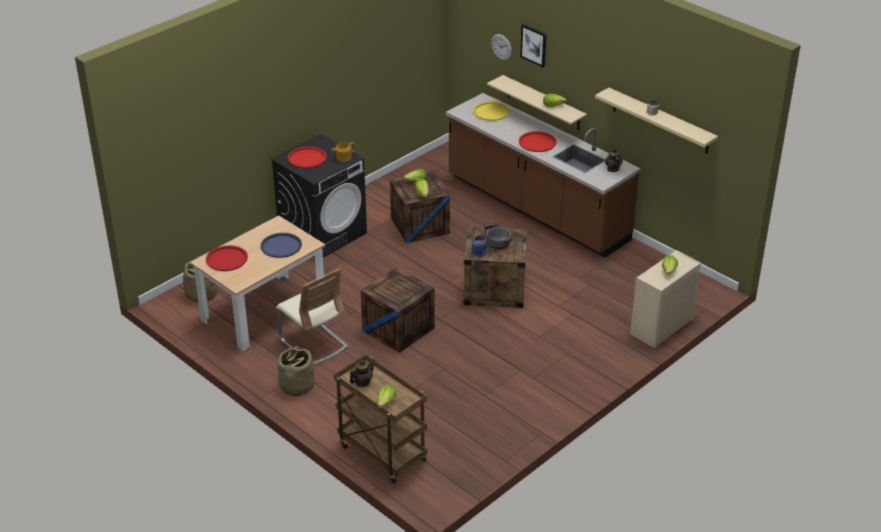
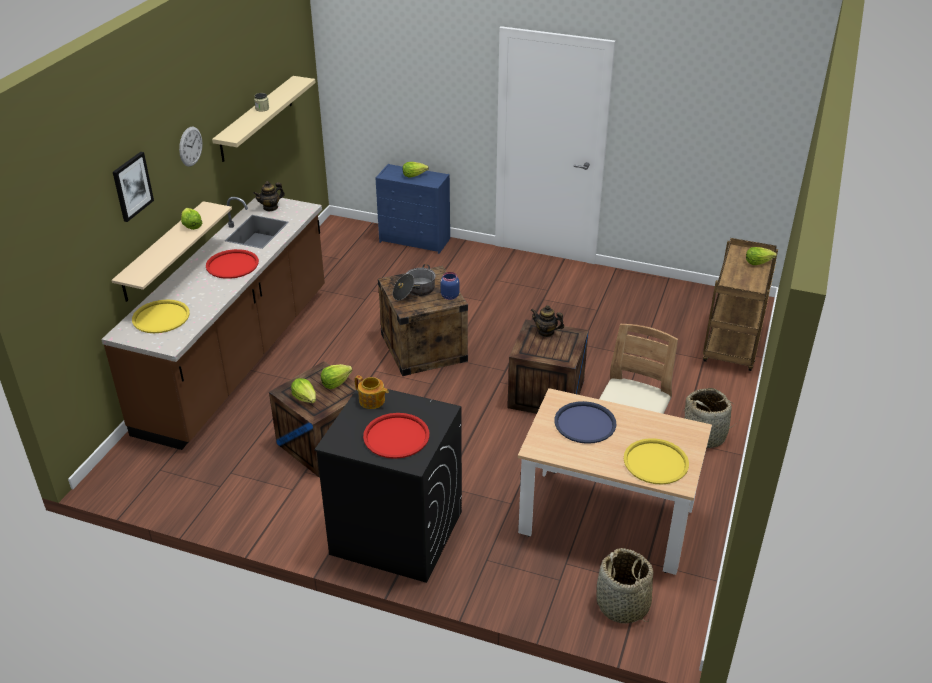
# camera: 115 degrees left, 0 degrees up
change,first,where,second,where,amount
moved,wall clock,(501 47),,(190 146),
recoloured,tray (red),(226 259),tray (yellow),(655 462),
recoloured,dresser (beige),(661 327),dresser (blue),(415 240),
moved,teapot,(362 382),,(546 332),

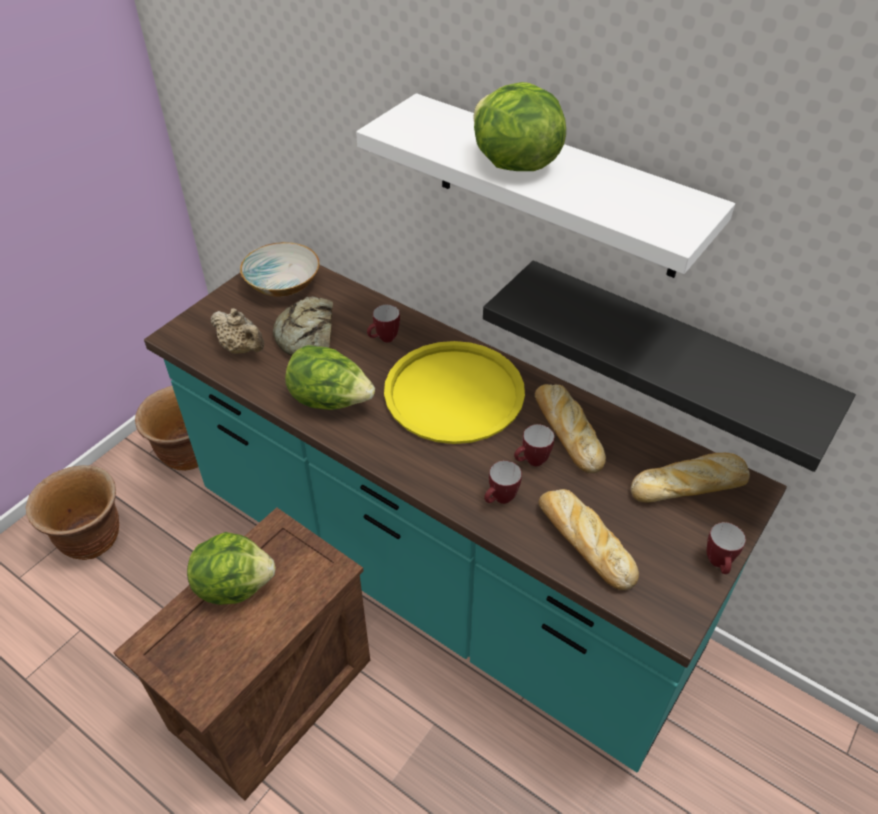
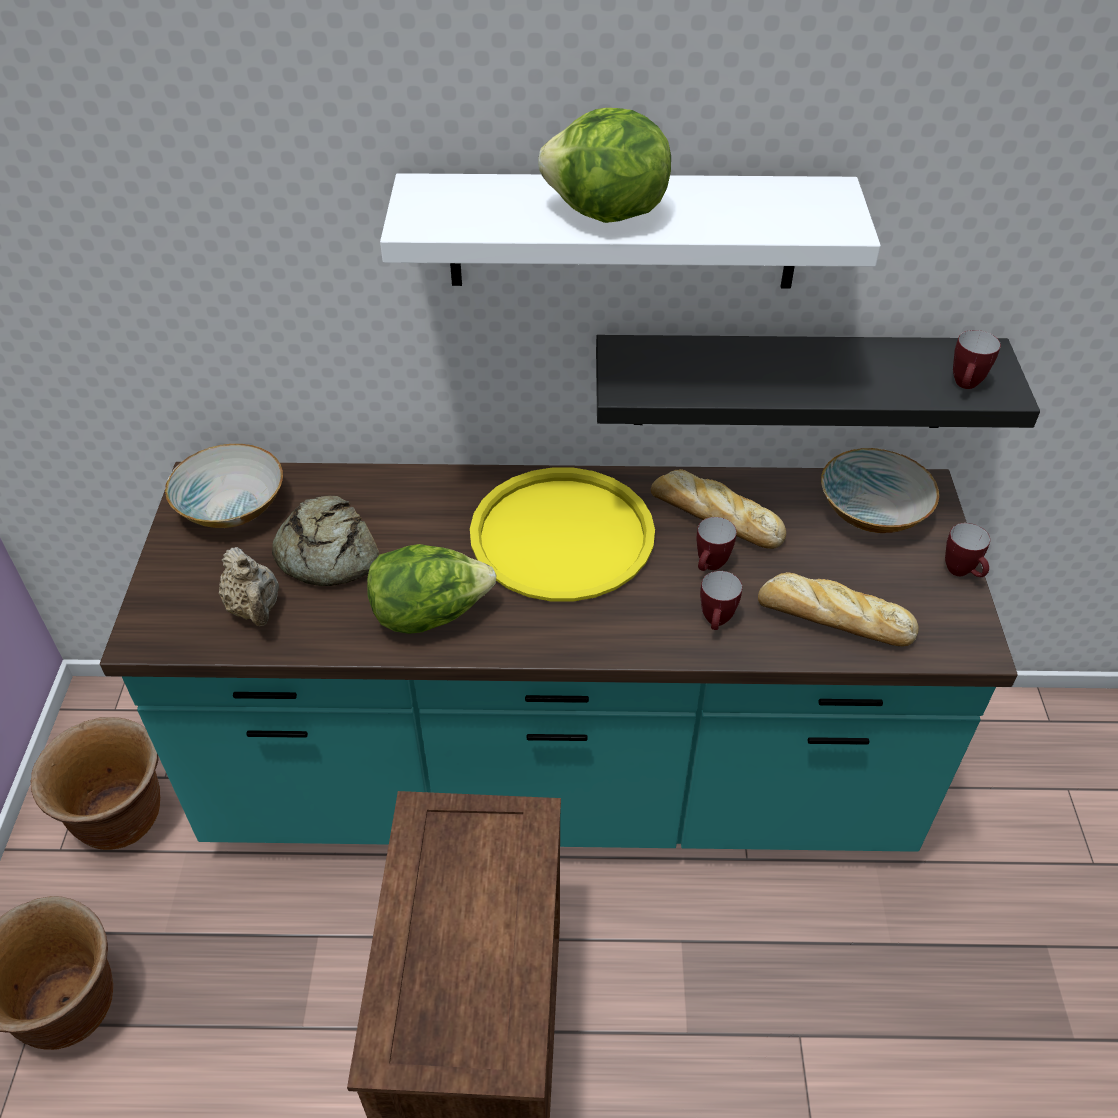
# camera: 35 degrees left, 0 degrees up
change,first,where,second,where,amount
moved,mug,(384 339),,(965 386),
turned,teapot (beige),(242 349),,(255 609),60 degrees clockwise
replaced,bread,(691 485),bowl,(872 511),
removed,lettuce,(234 585),,,

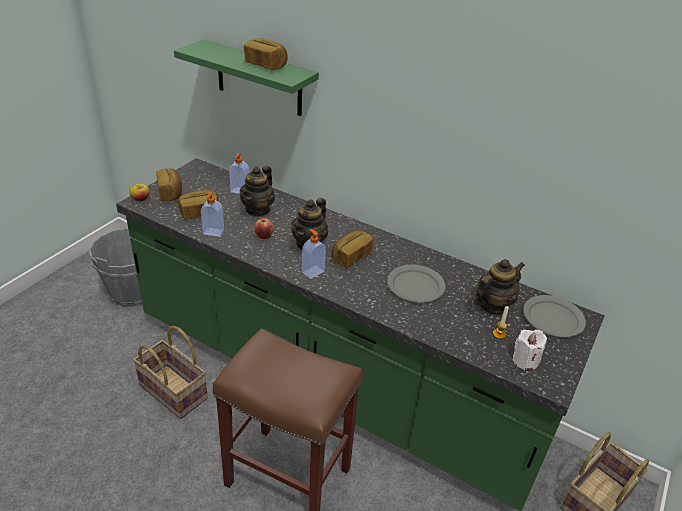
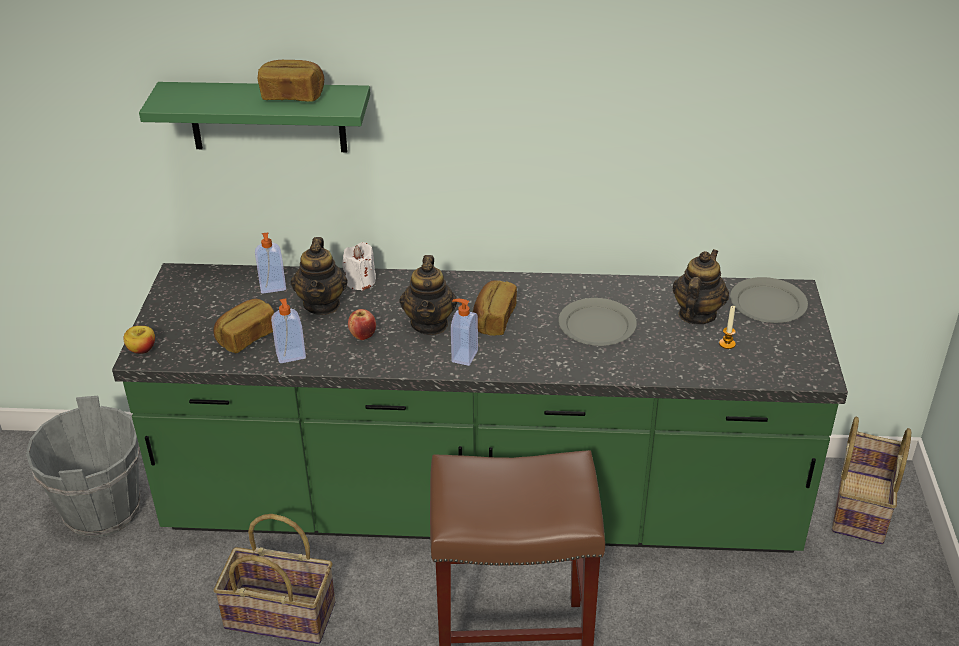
# camera: 25 degrees left, 0 degrees up
change,first,where,second,where,amount
removed,bread,(170 193),,,
moved,candle (white),(525 360),,(360 282),

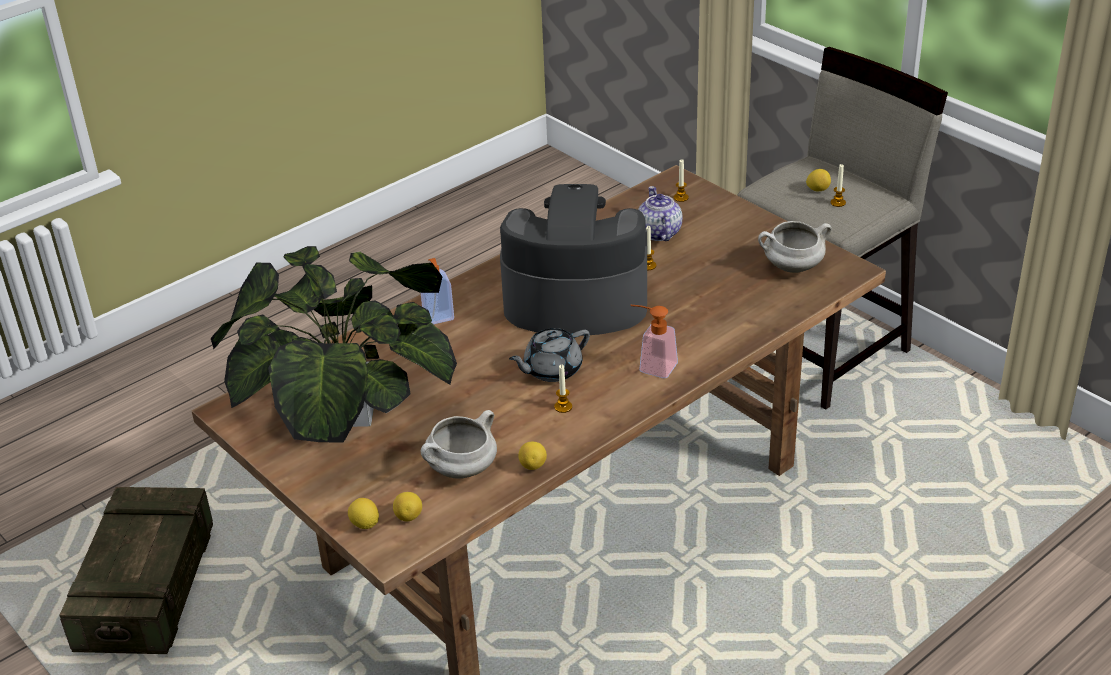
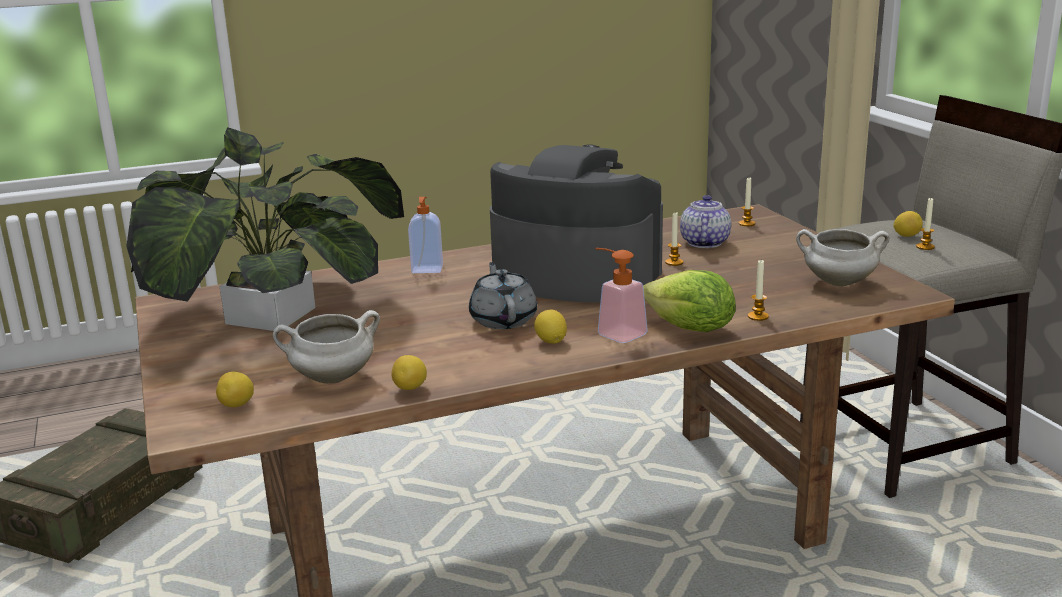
# camera: 20 degrees right, 15 degrees down
change,first,where,second,where,amount
turned,teapot (grey),(551 370),,(503 319),90 degrees clockwise
moved,candle,(563 407),,(758 316),
moved,lemon,(365 524),,(551 341),
added,,,lettuce,(691 329),

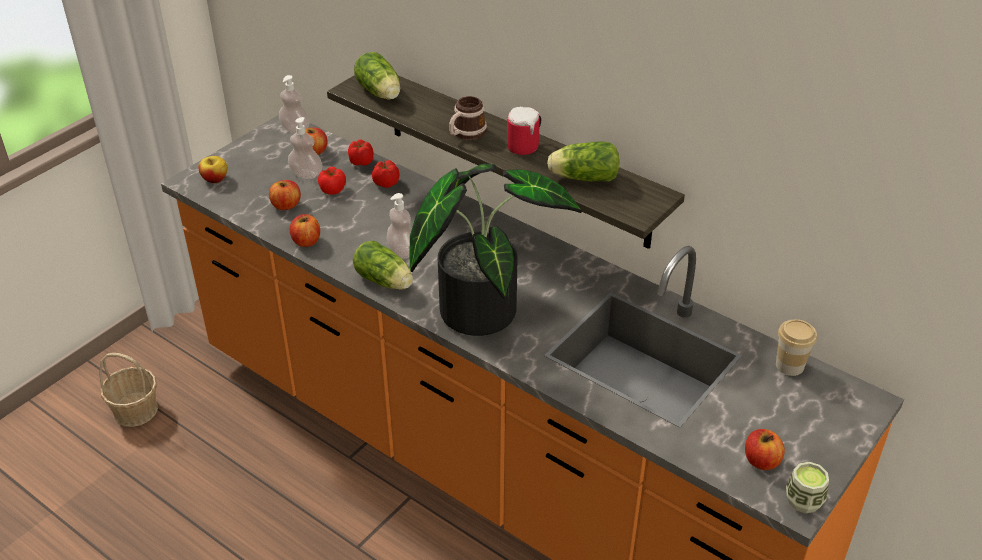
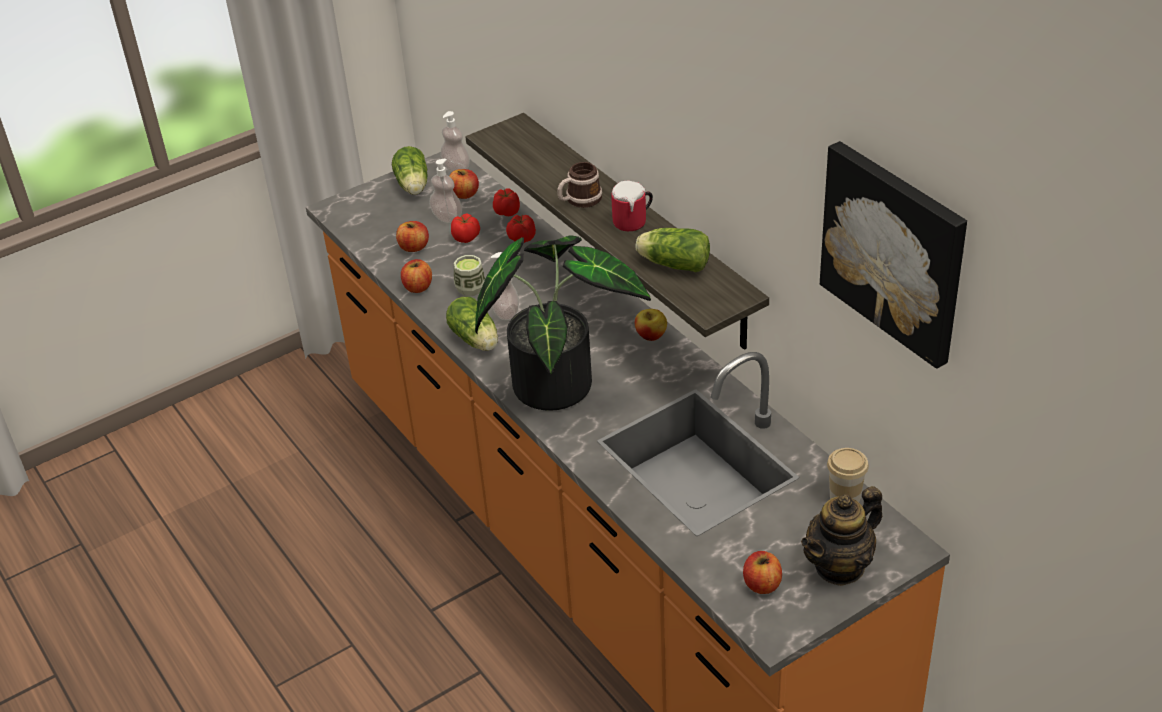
# camera: 20 degrees right, 0 degrees up
change,first,where,second,where,amount
moved,lettuce,(380 93),,(413 186),
moved,apple,(215 179),,(651 335),
removed,basket,(135 410),,,
moved,cup,(803 501),,(470 288),
added,,,picture,(895 251),
added,,,teapot,(840 566),

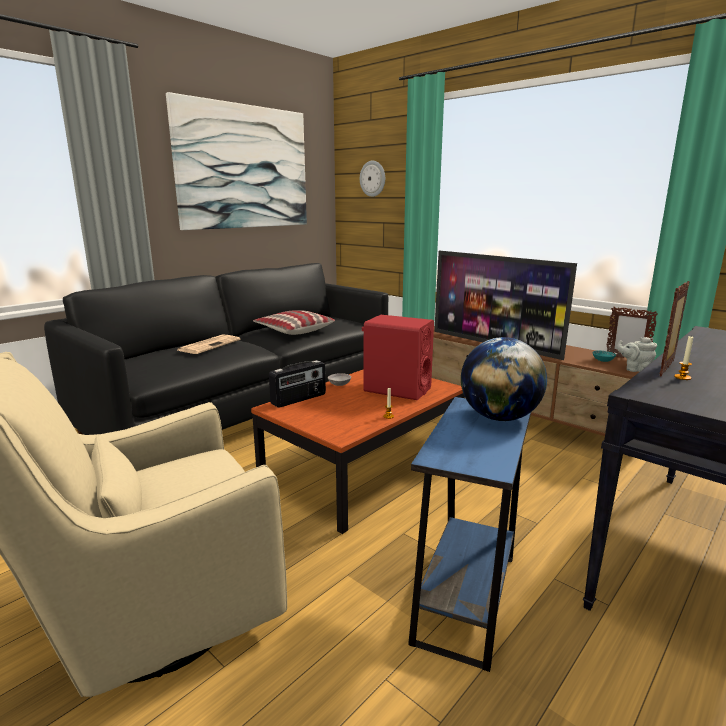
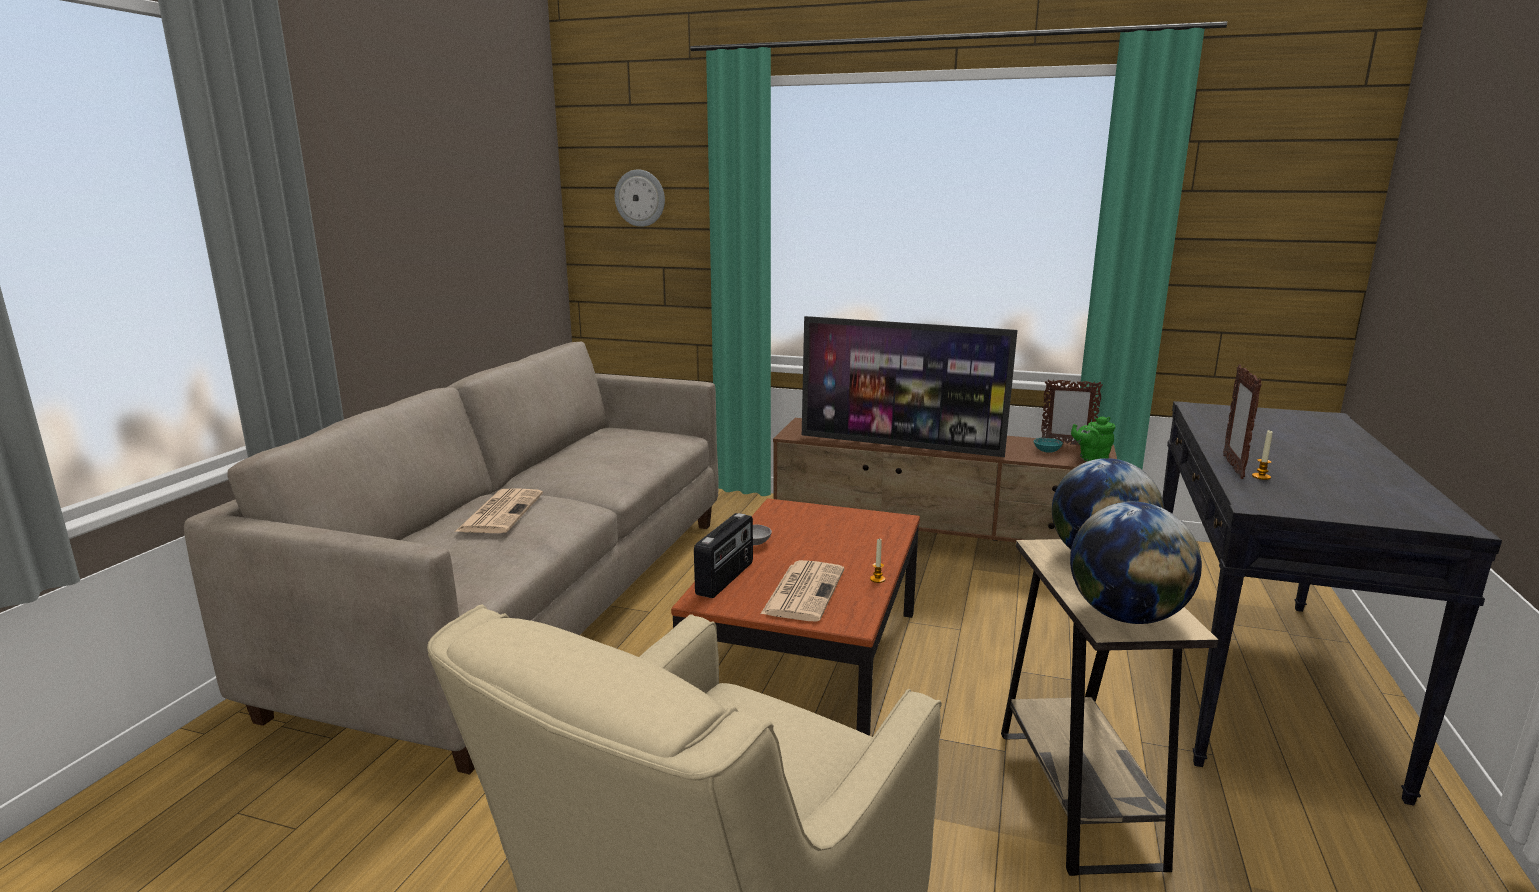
# camera: 25 degrees left, 0 degrees up
change,first,where,second,where,amount
removed,picture,(244 167),,,
recoloured,sofa (black),(247 406),sofa (beige),(531 603),
removed,pillow,(294 330),,,
removed,speaker (red),(397 389),,,
recoloured,teapot (grey),(635 369),teapot (green),(1091 458),
recoloured,side table (blue),(466 597),side table (beige),(1077 796),
added,,,globe,(1126 616),
added,,,newspaper,(803 591),

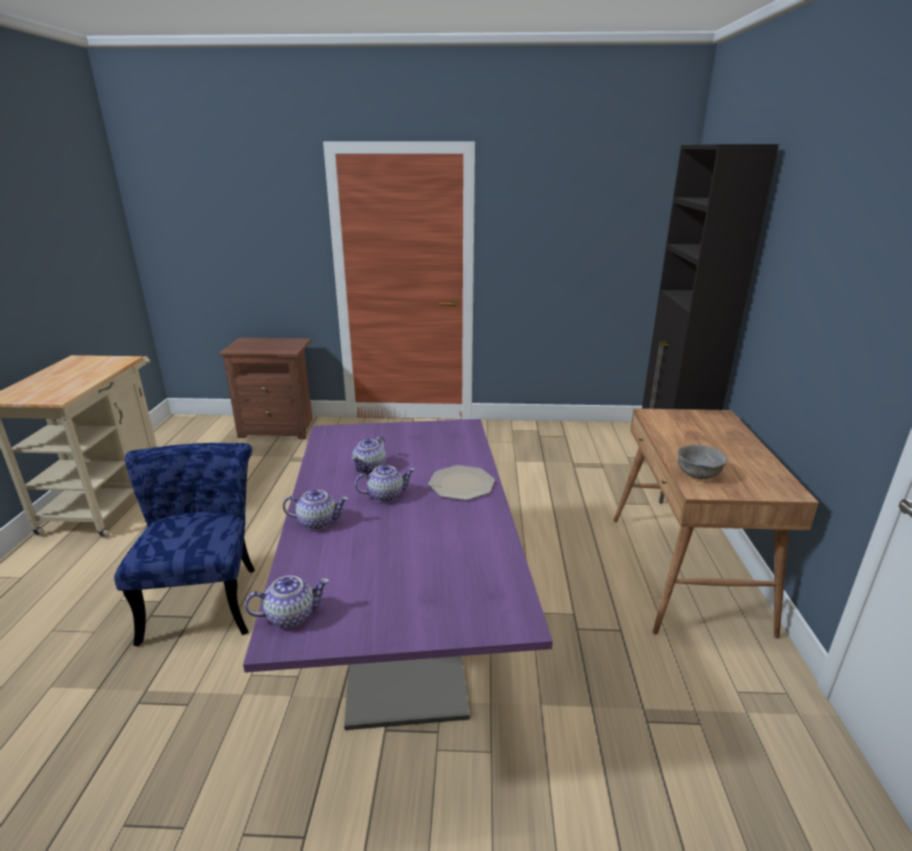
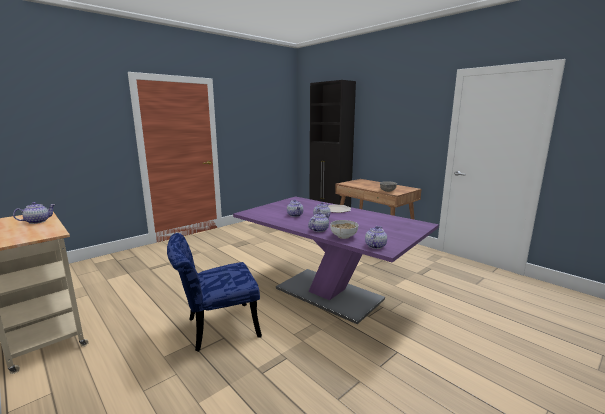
# camera: 45 degrees left, 10 degrees down
change,first,where,second,where,amount
removed,nightstand (brown),(279 428),,,
turned,chair (blue),(206 596),,(216 328),60 degrees counterclockwise
added,,,teapot,(37 221),
added,,,bowl,(344 236),

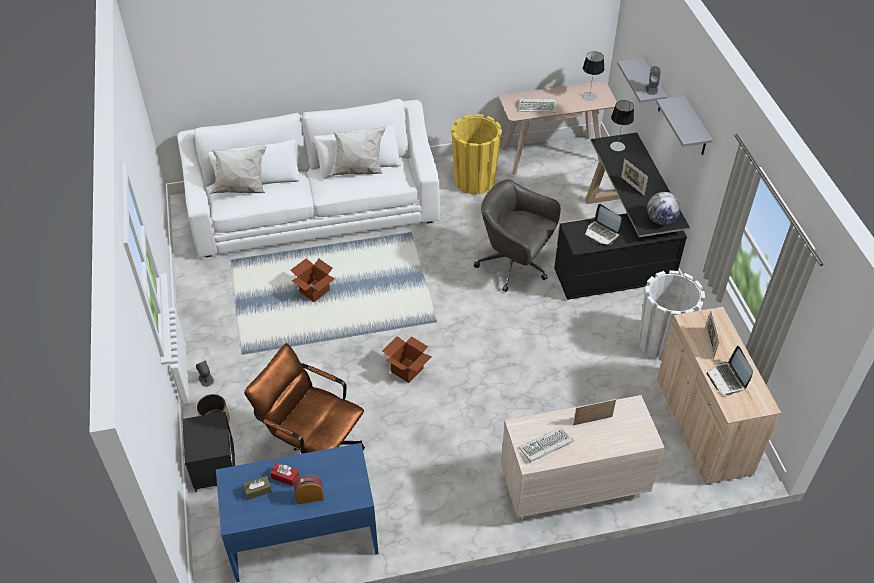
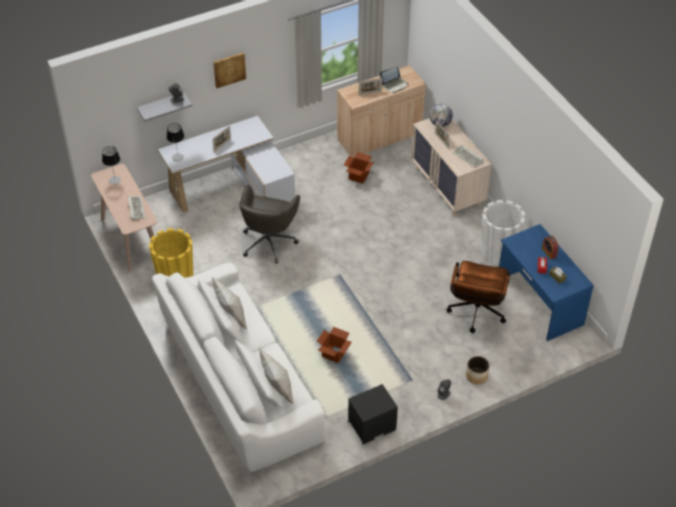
# camera: 105 degrees left, 0 degrees up
change,first,where,second,where,amount
replaced,shelf (grey),(695 128),picture,(229 69),
recoloured,desk (black),(616 249),desk (white),(234 189),
moved,globe,(660 220),,(440 124),
removed,laptop,(602 233),,,
moved,planter (white),(661 342),,(498 253),
moved,cardboard box,(407 370),,(358 176),
moved,nightstand (black),(213 466),,(371 426),

